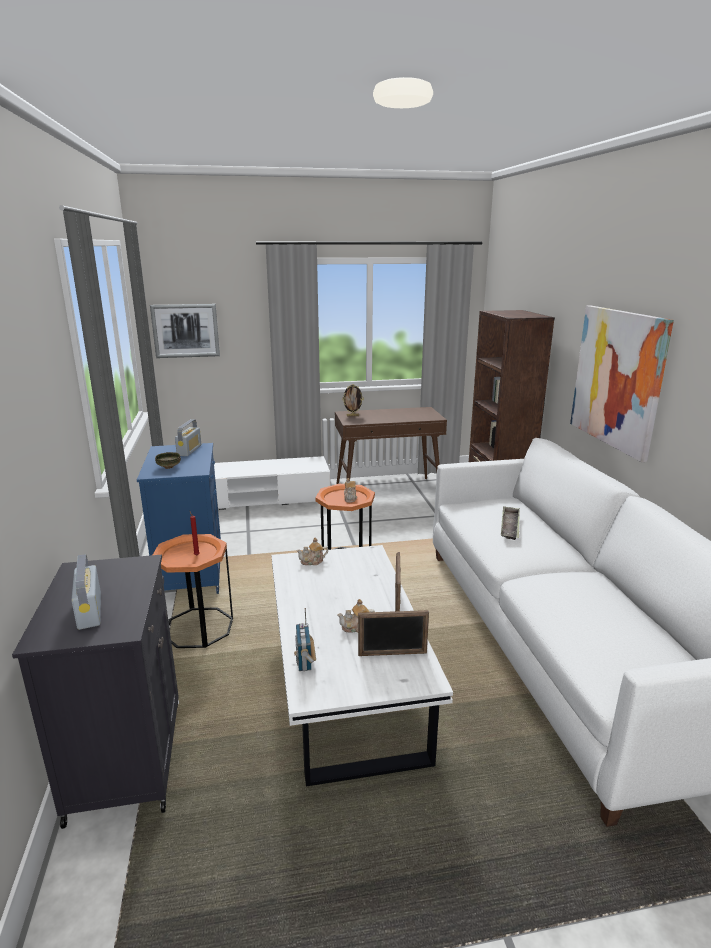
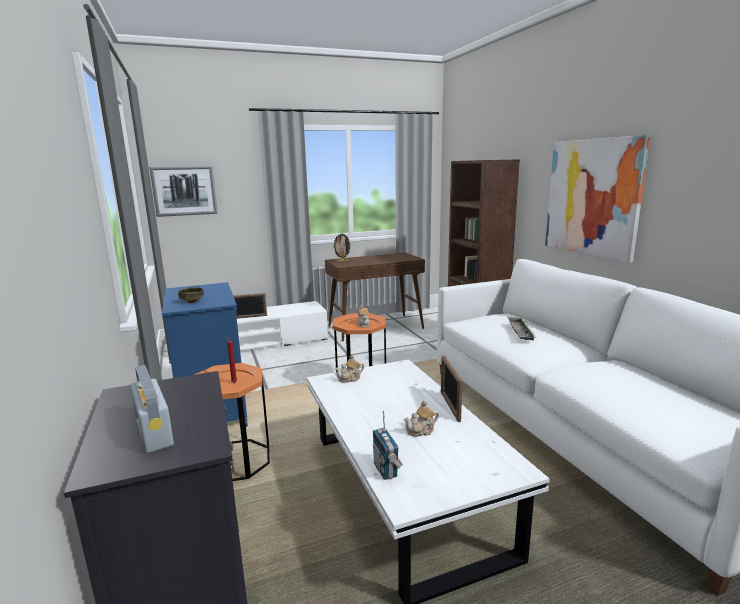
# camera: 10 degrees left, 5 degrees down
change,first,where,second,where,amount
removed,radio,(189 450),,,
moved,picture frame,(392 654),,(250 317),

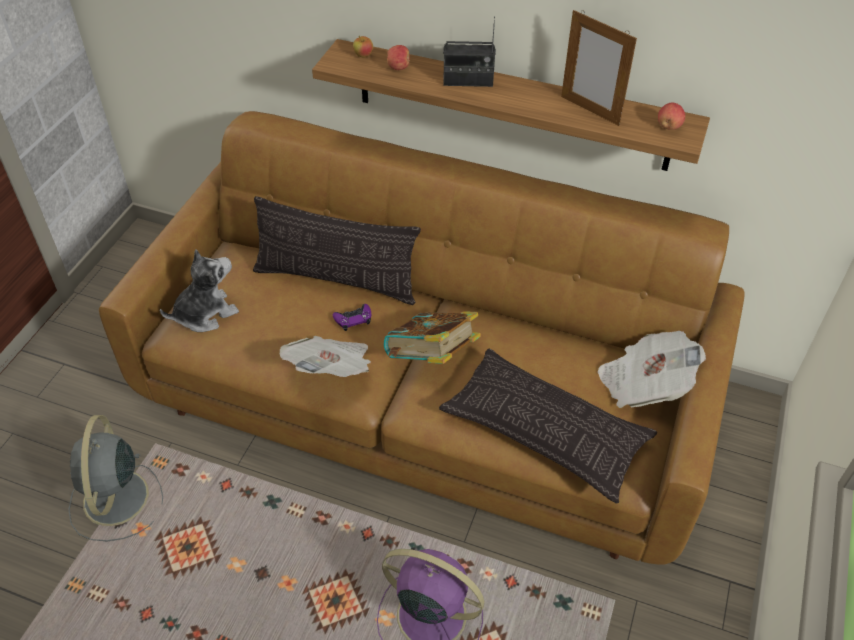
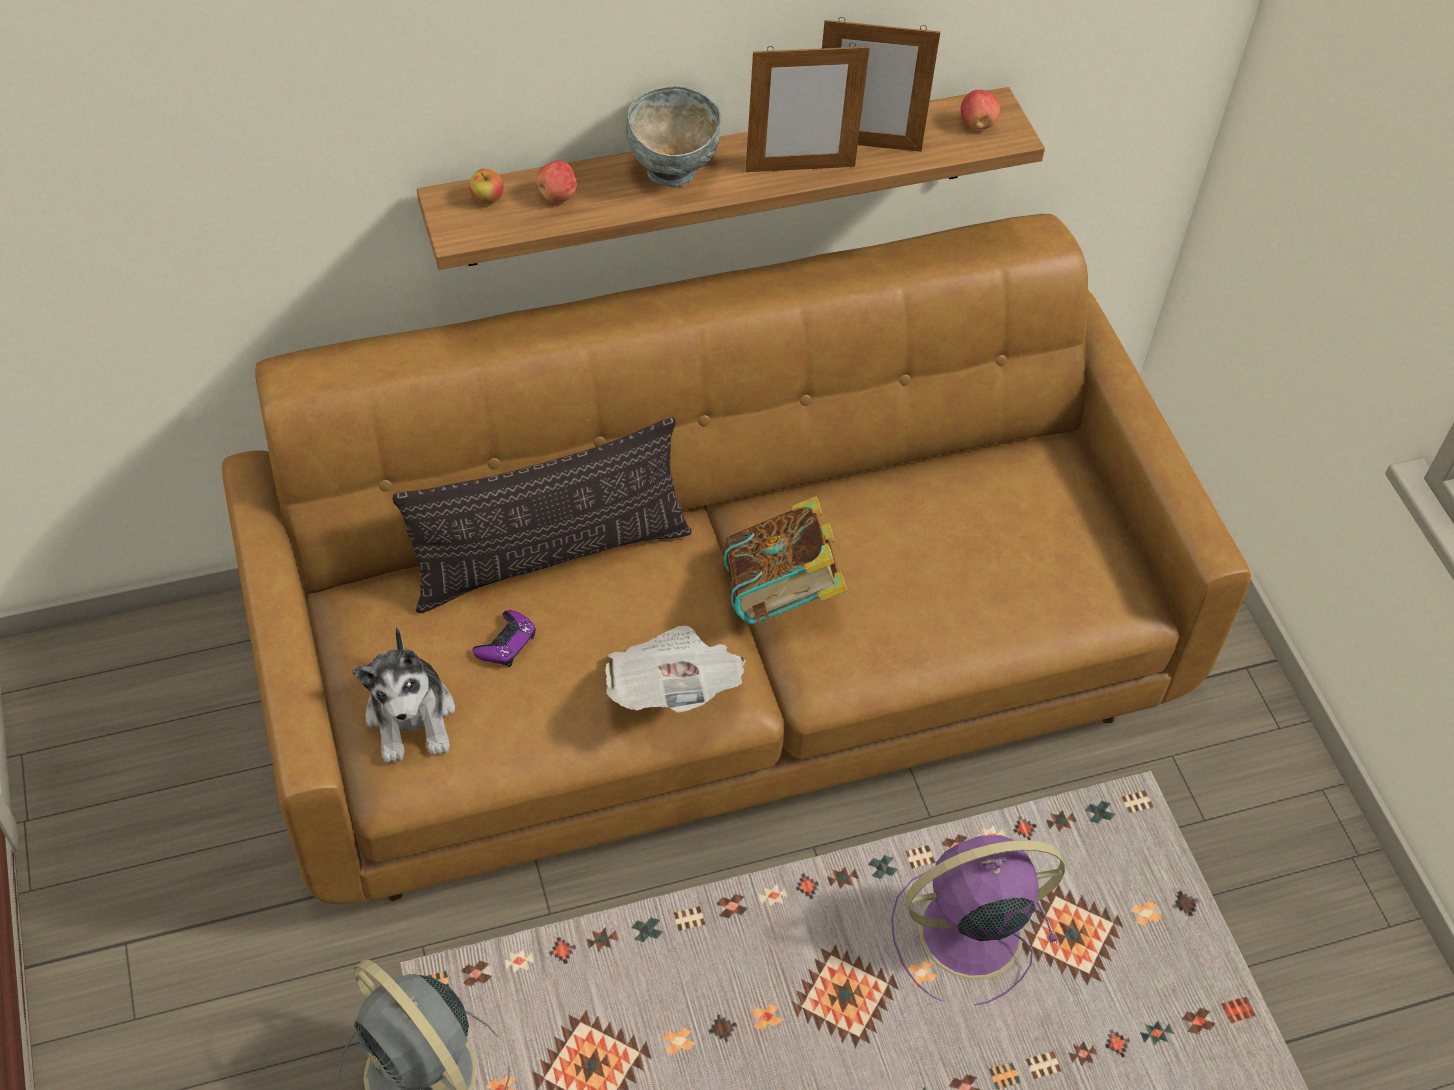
# camera: 40 degrees left, 5 degrees up
change,first,where,second,where,amount
replaced,radio,(468 81),bowl (grey),(673 173),
turned,plush toy,(205 313),,(411 716),150 degrees clockwise
moved,game controller (purple),(353 319),,(506 643),
removed,newspaper,(644 384),,,
removed,pillow,(545 431),,,
added,,,picture frame,(800 168),

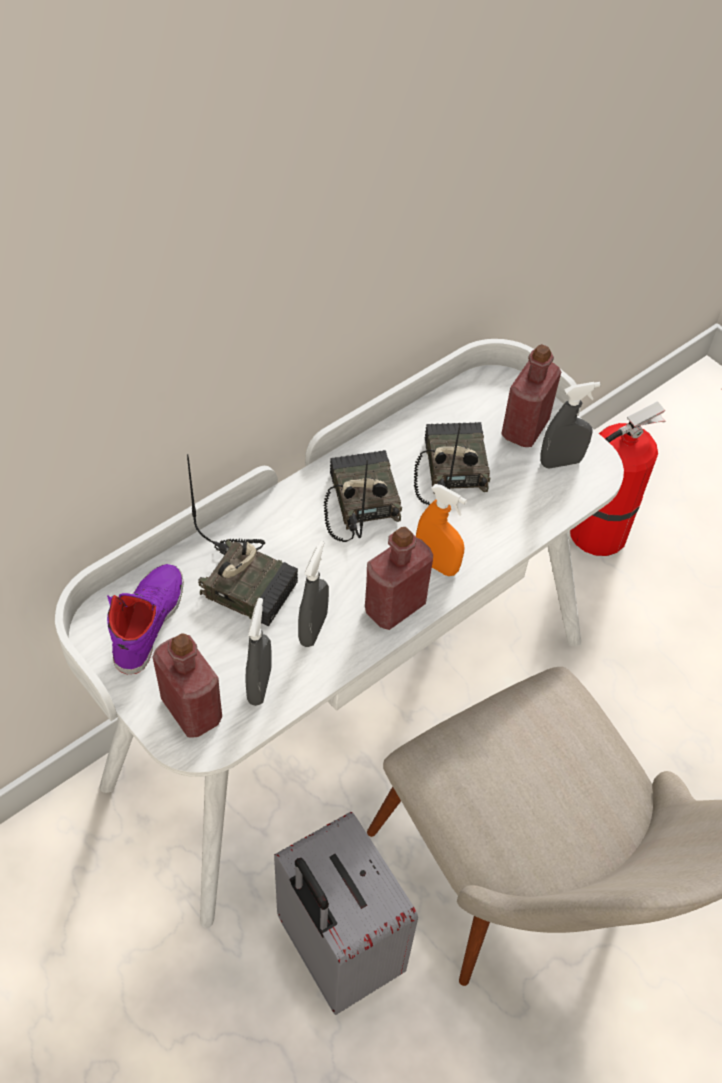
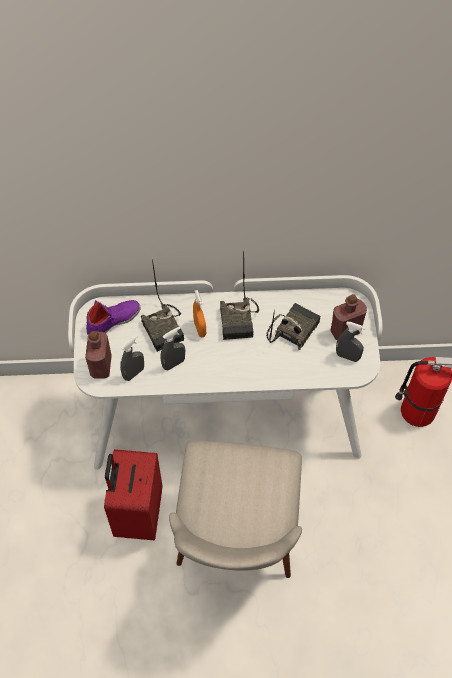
# camera: 40 degrees right, 5 degrees up
change,first,where,second,where,amount
turned,radio,(358 501),,(239 321),150 degrees clockwise
moved,spray bottle (orange),(436 564),,(200 329),
removed,bottle (red),(395 606),,,
recoloured,suitcase (grey),(335 950),suitcase (red),(137 514),

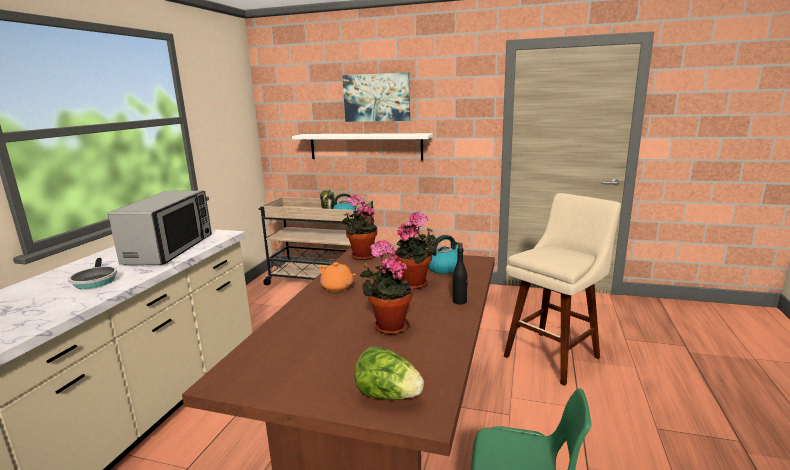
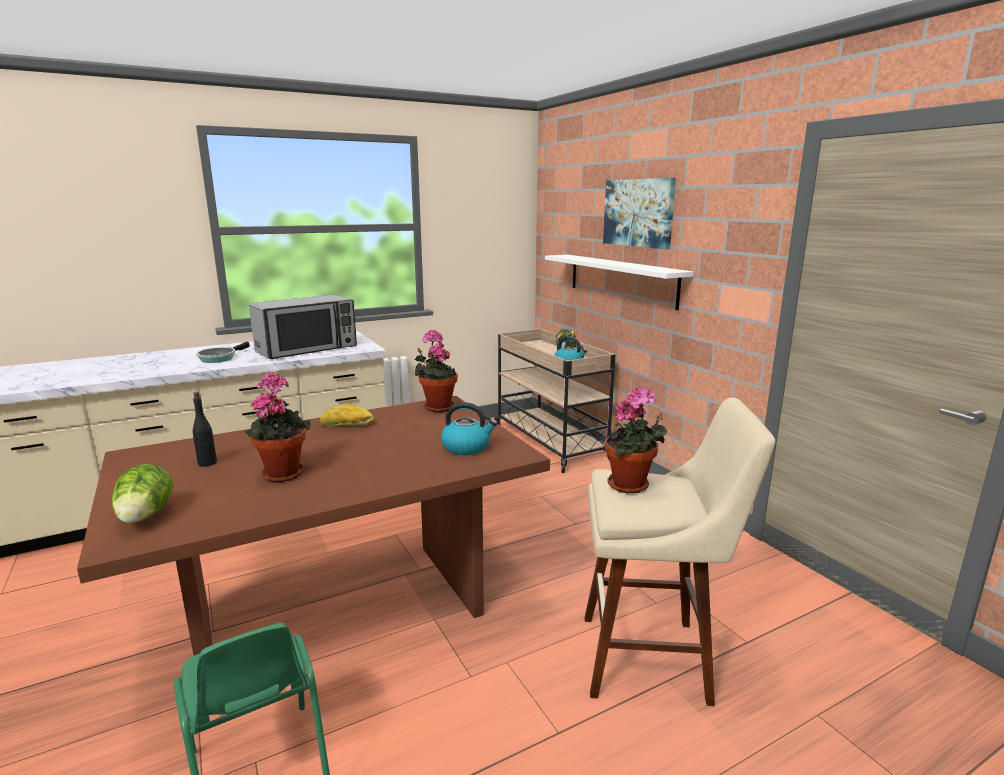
# camera: 45 degrees right, 0 degrees up
change,first,where,second,where,amount
moved,potted plant,(416 284),,(631 486),
moved,bottle (black),(460 301),,(207 463),
replaced,teapot (orange),(338 287),bread,(347 425),

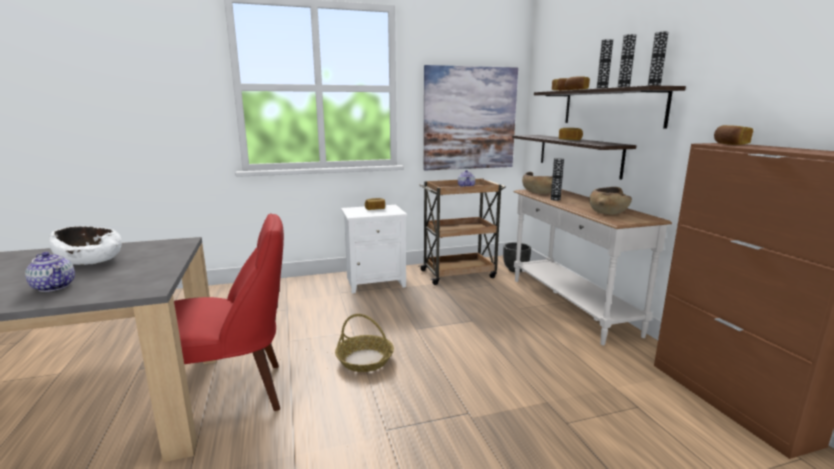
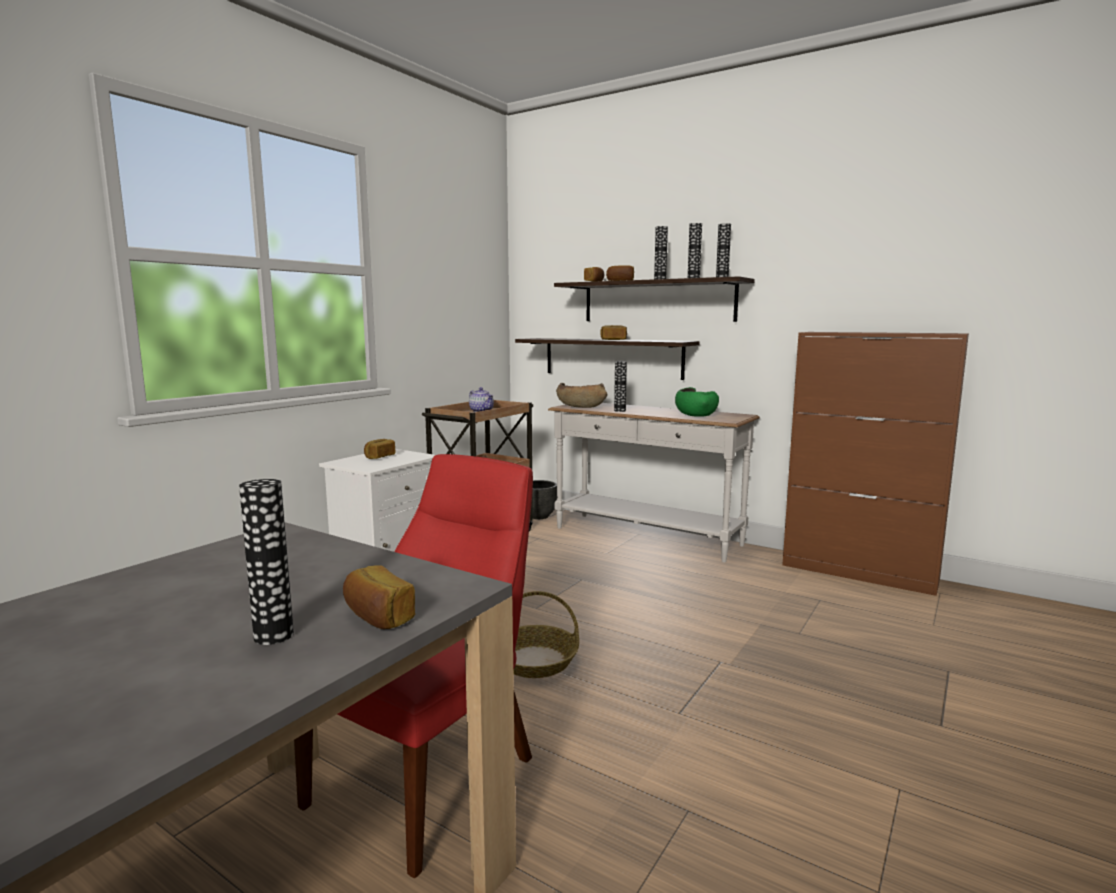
# camera: 40 degrees left, 5 degrees down
change,first,where,second,where,amount
removed,picture,(470 118),,,
moved,bread,(729 144),,(377 617),
recoloured,bowl (brown),(608 211),bowl (green),(695 414),
removed,bowl (white),(90 260),,,
replaced,teapot,(55 286),vase,(273 636),

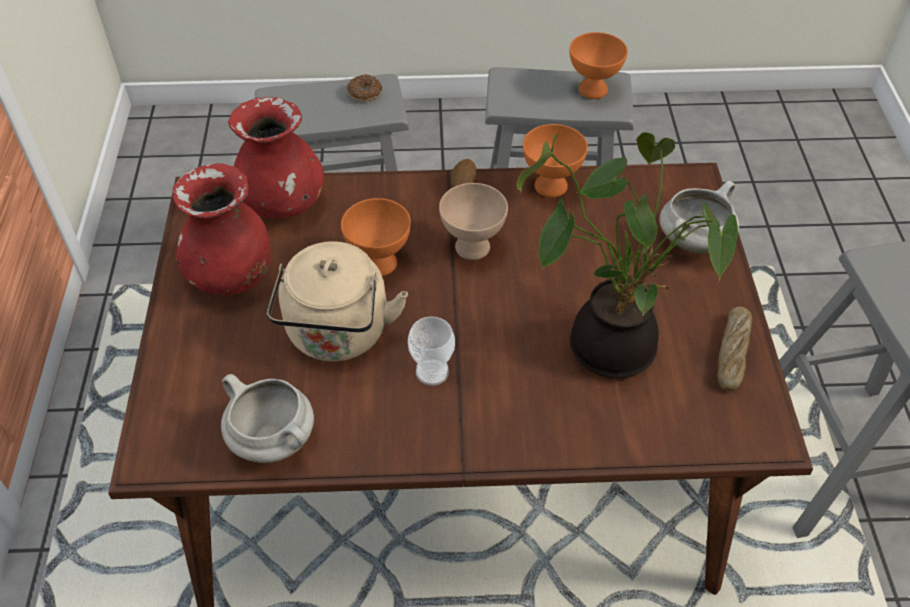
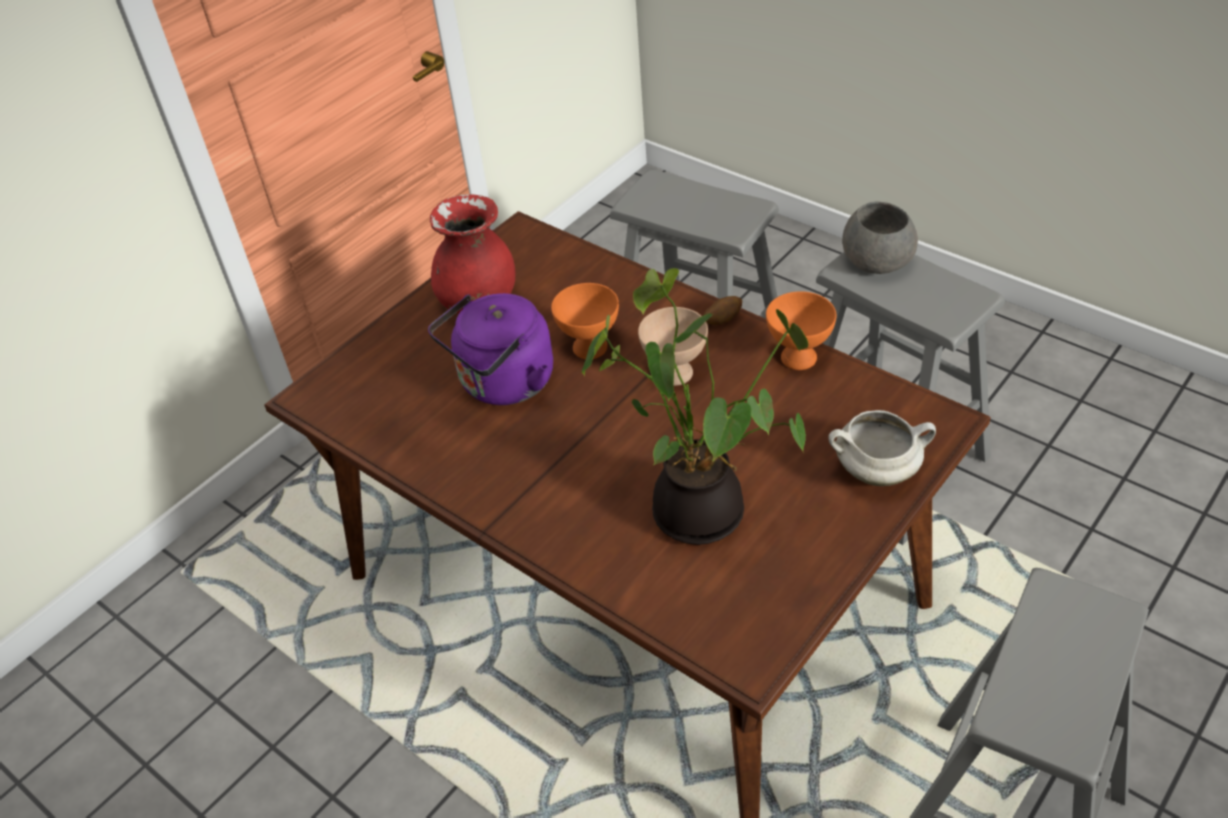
# camera: 45 degrees right, 5 degrees down
change,first,where,second,where,amount
removed,bowl (orange),(592 90),,,
removed,donut,(364 93),,,
removed,vase (red),(283 203),,,
recoloured,kettle (beige),(337 336),kettle (purple),(503 384),
removed,bread,(733 353),,,
removed,cup,(432 372),,,
removed,cooking pot (white),(274 439),,,
added,,,bowl (grey),(876 260),

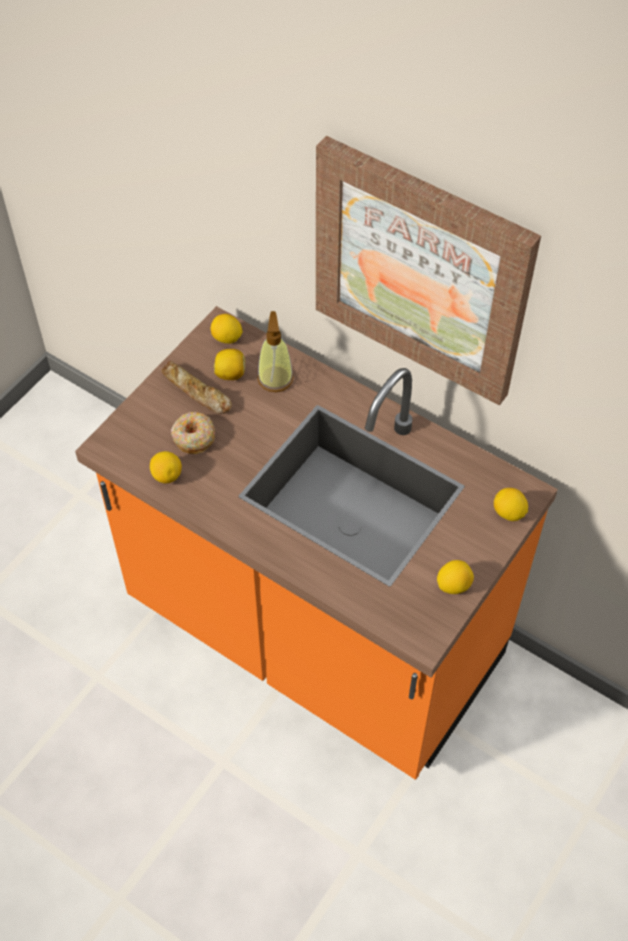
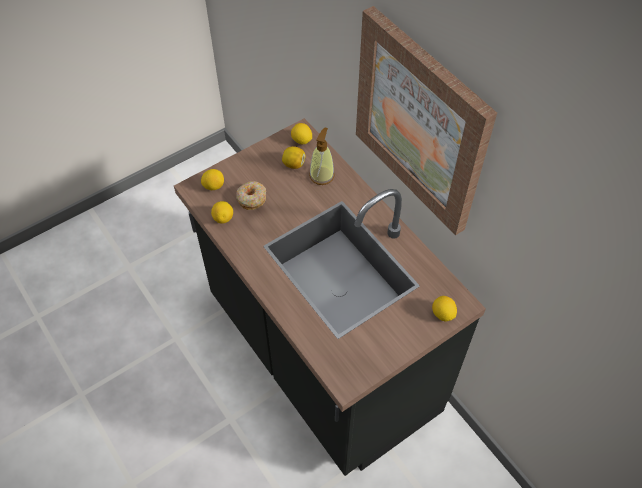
# camera: 20 degrees right, 0 degrees up
change,first,where,second,where,amount
recoloured,counter (orange),(314 635),counter (black),(321 356),
removed,bread,(196 392),,,
moved,lemon,(453 585),,(213 186),

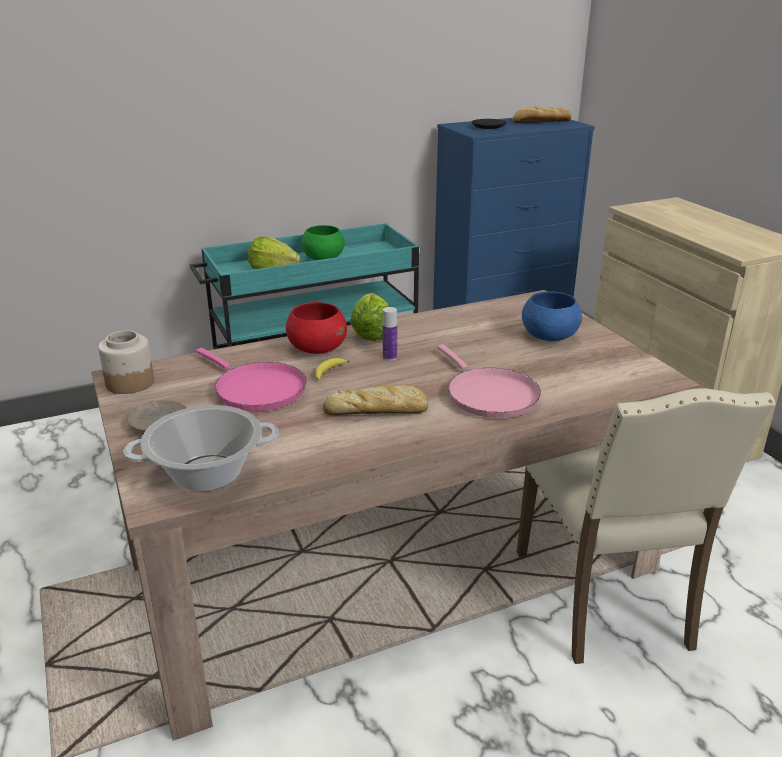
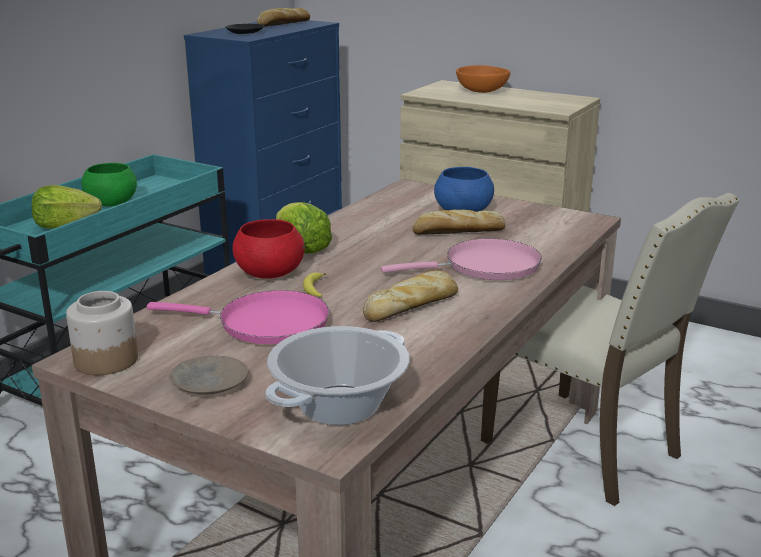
# camera: 35 degrees left, 5 degrees down
change,first,where,second,where,amount
removed,bottle,(389 357),,,
turned,frying pan (pink),(488 395),,(485 266),45 degrees counterclockwise
added,,,bowl (orange),(482 91),
added,,,bread,(457 232),

